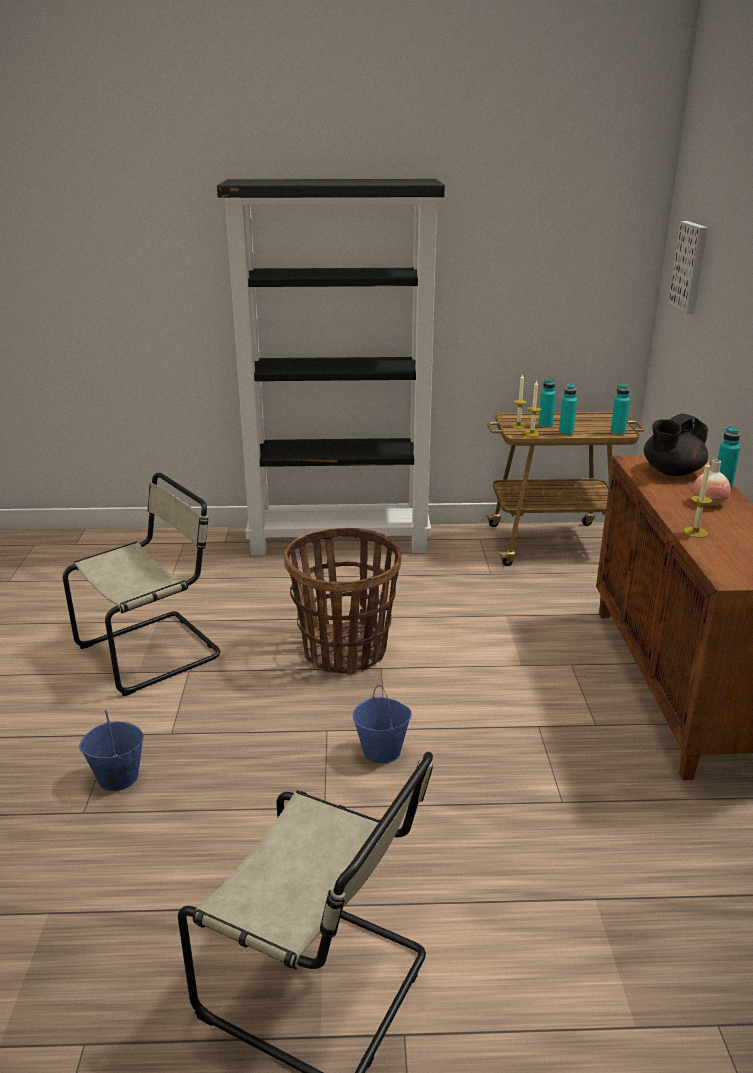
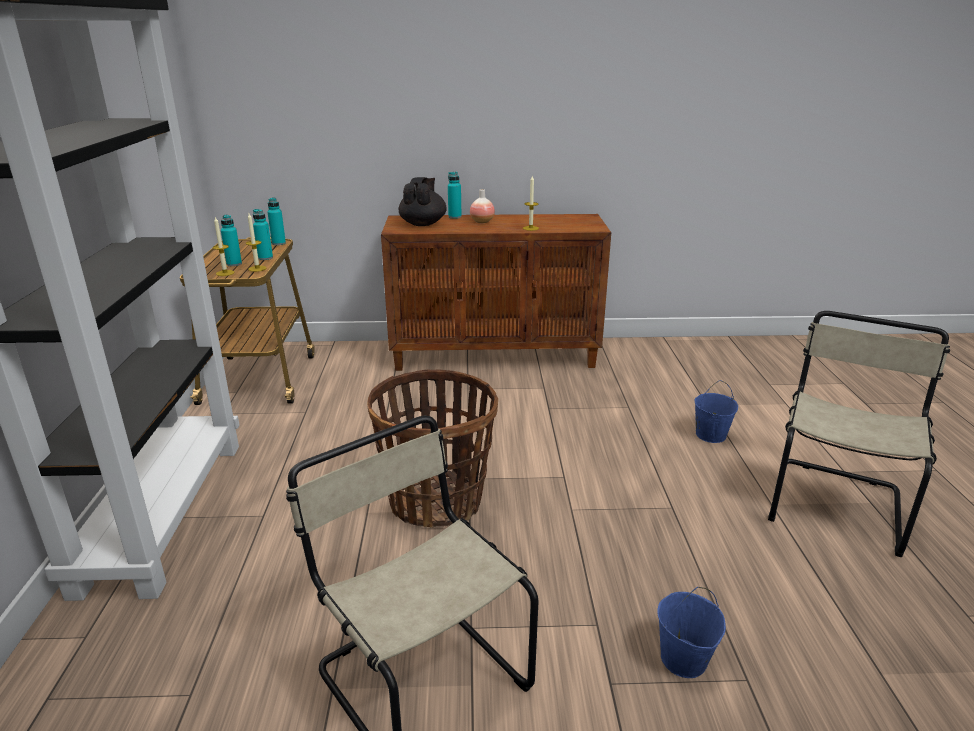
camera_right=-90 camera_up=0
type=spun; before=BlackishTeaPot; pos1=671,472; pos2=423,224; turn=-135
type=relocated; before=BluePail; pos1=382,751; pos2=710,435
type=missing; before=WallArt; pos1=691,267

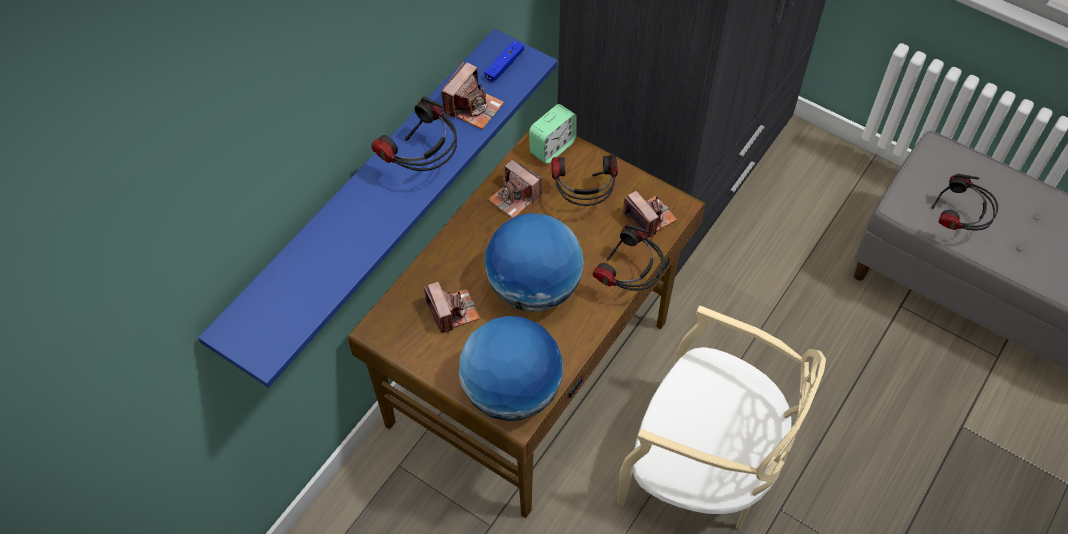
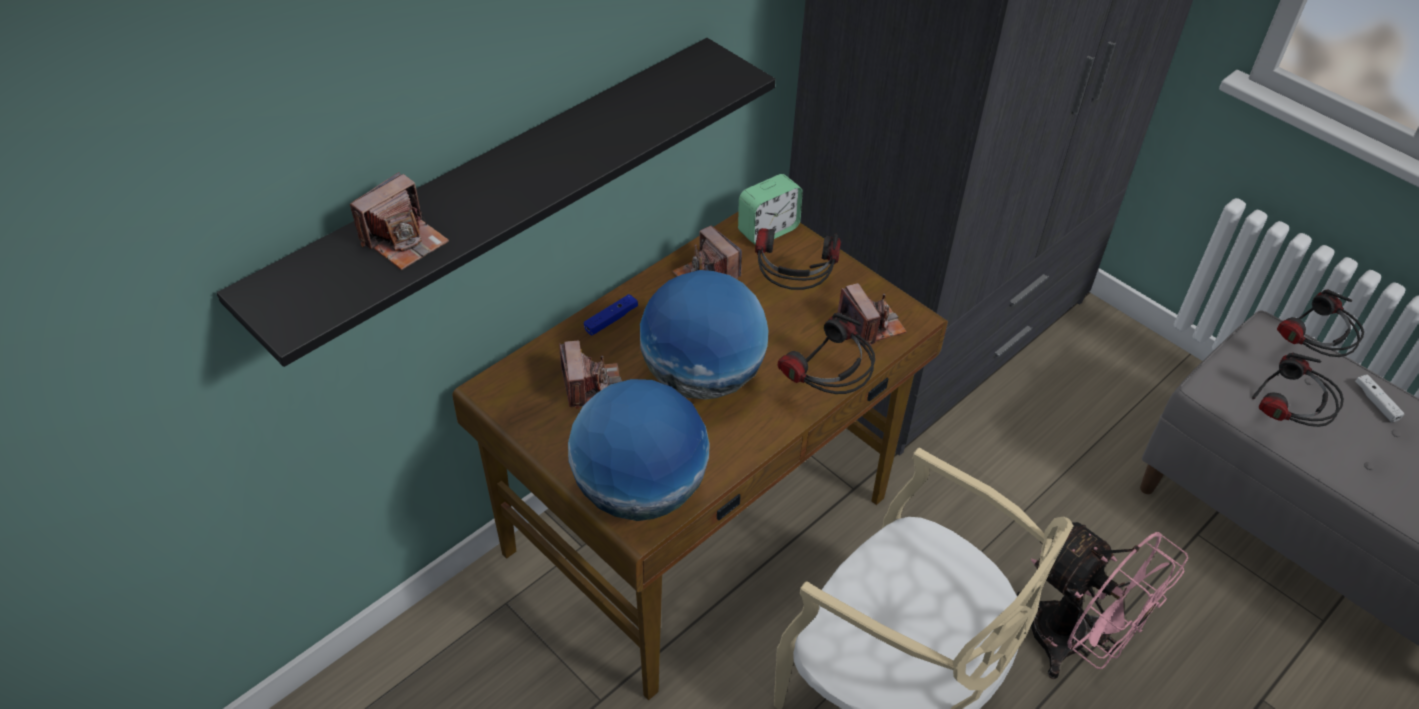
camera_right=10 camera_up=-10
type=colour; before=BlueBracketShelf; after=BlackishBracketShelf; pos1=364,194; pos2=496,193
type=relocated; before=StillCamera; pos1=473,107; pos2=404,241
type=relocated; before=BlueGamepad; pos1=504,65; pos2=611,320
type=appeared; after=PinkishFan; pos2=1072,644
type=relocated; before=Headphones; pos1=422,165; pos2=1306,355
type=appeared; after=WhiteColouredGamepad; pos2=1376,402

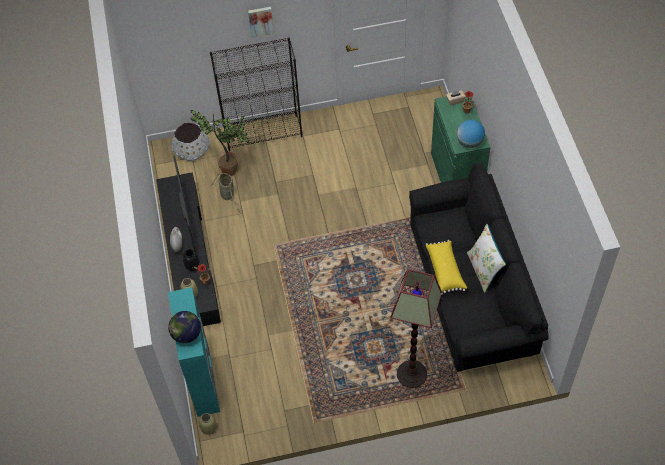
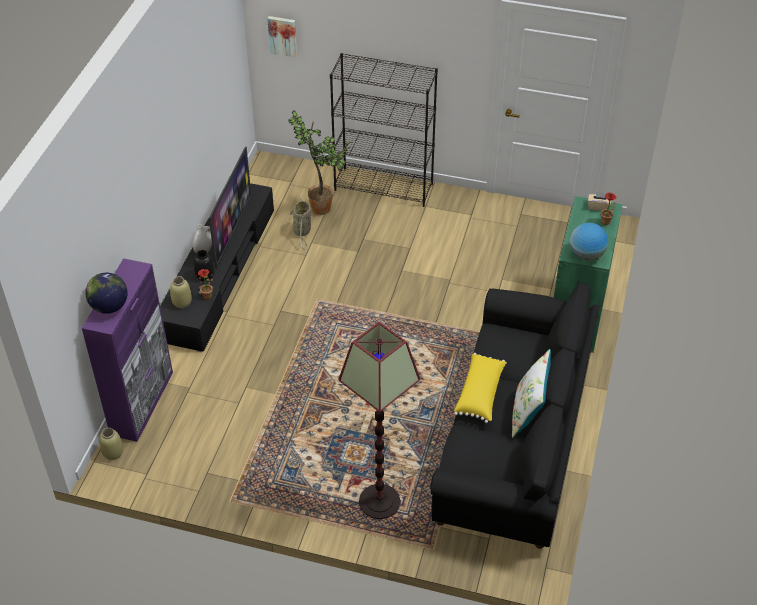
camera_right=25 camera_up=-10
type=colour; before=TurquoiseColouredCupboard; after=PurplishCupboard; pos1=203,381; pos2=142,403
type=relocated; before=WallArt; pos1=260,21; pos2=283,35
type=missing; before=WhiteColouredFlowerPot; pos1=191,148

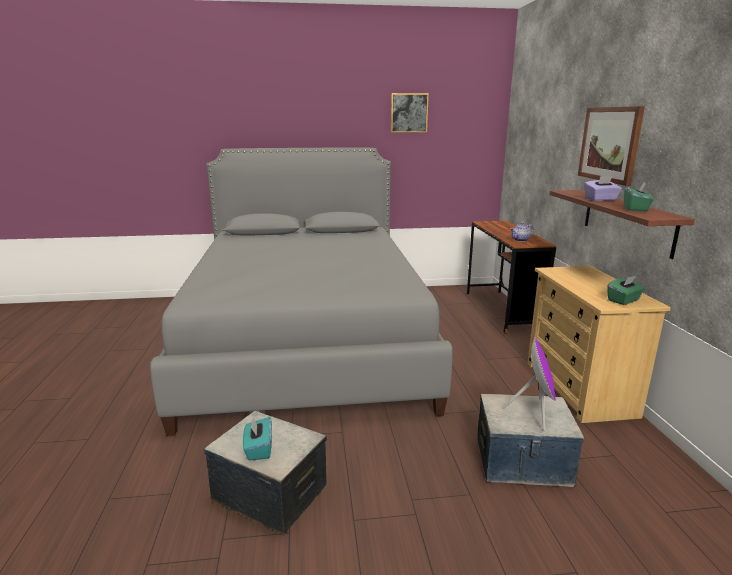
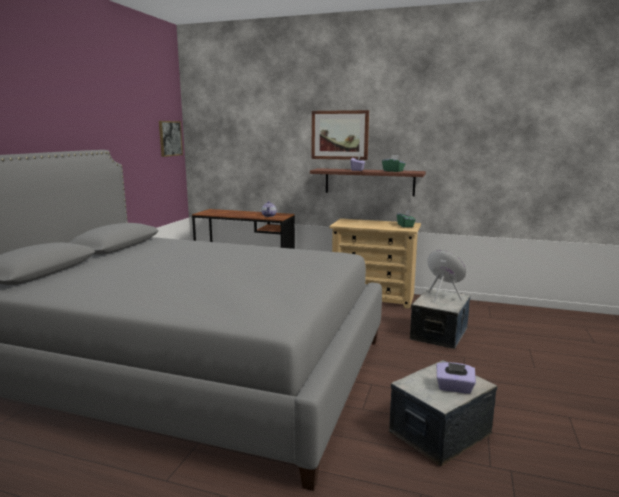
camera_right=-65 camera_up=-5
type=relocated; before=WallArt; pos1=409,113; pos2=170,138
type=colour; before=TurquoiseColouredTissueHolder; after=PurplishTissueHolder; pos1=258,449; pos2=454,388

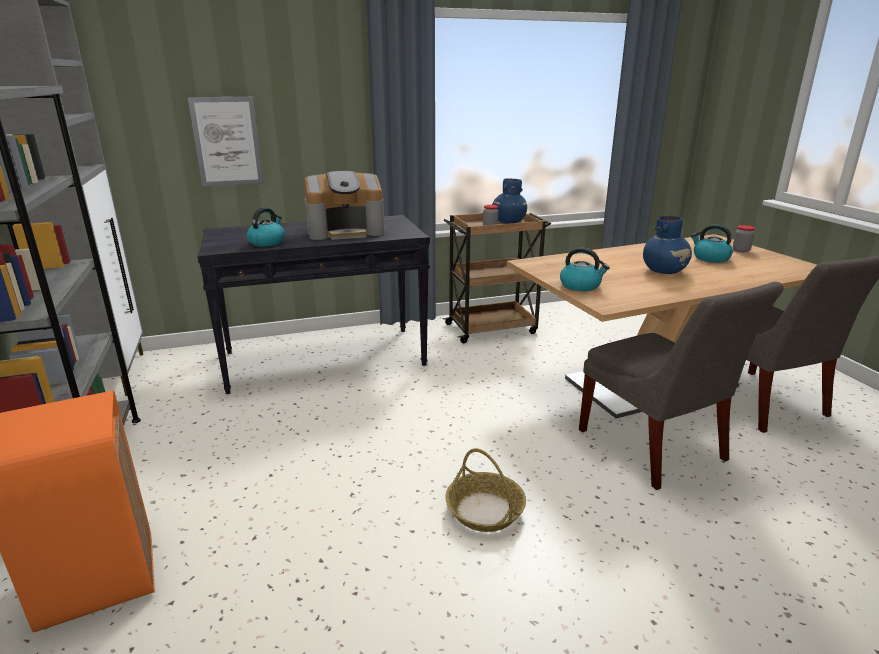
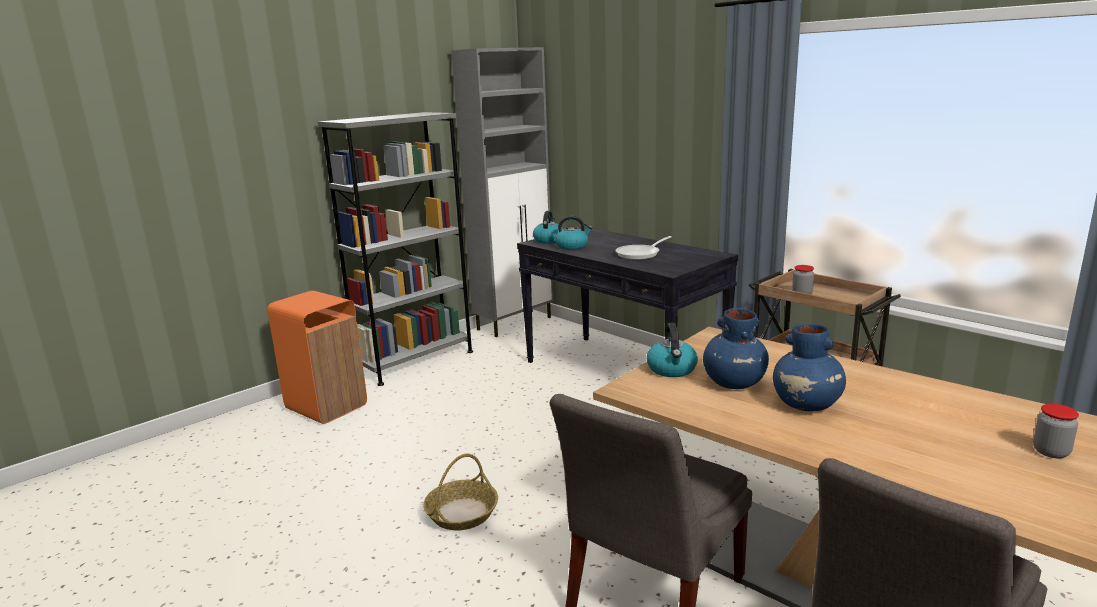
camera_right=65 camera_up=-5
type=relocated; before=TeaKettle; pos1=710,258; pos2=548,240
type=exchanged; before=CoffeeBrewer; after=FryingPan; pos1=346,231; pos2=640,254
type=relocated; before=BlueFlowerVase; pos1=508,222; pos2=733,383
type=missing; before=WallArt; pos1=227,142

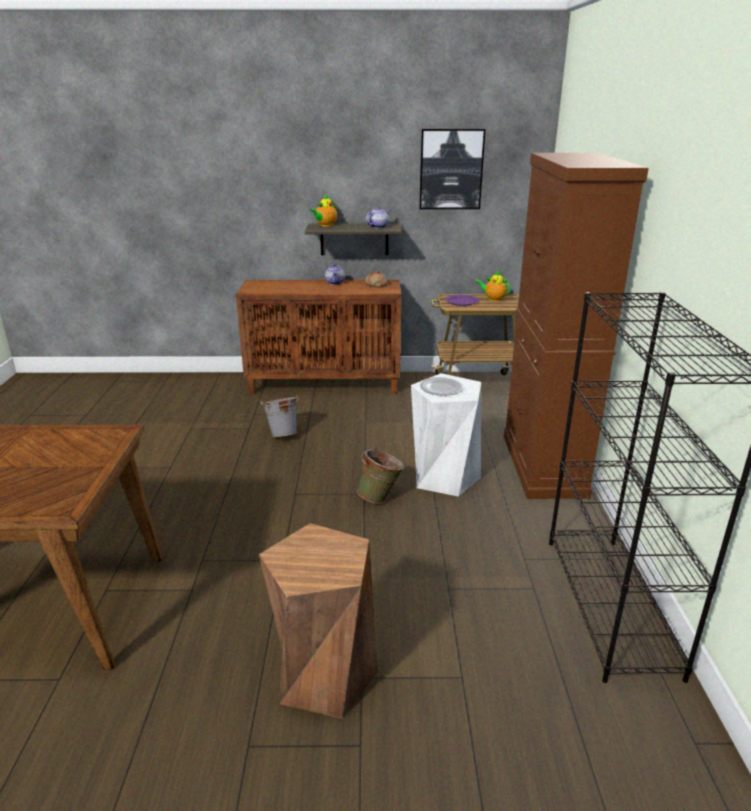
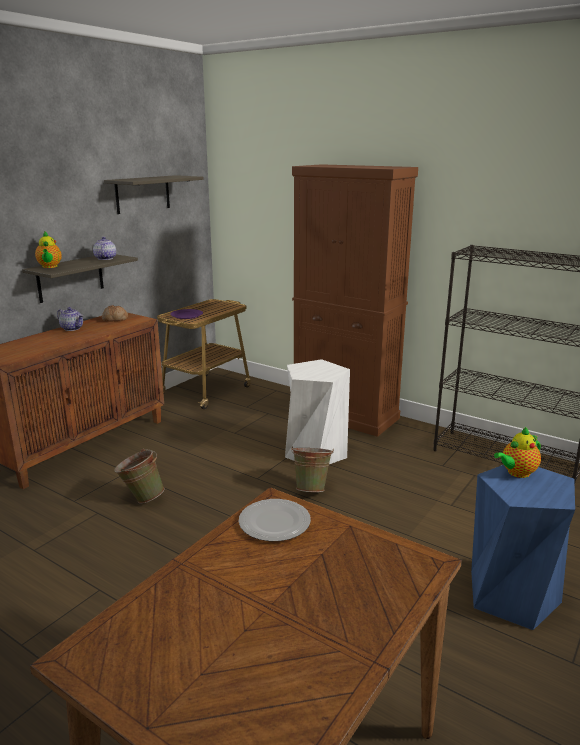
camera_right=-55 camera_up=-5
type=exchanged; before=WallArt; after=BracketShelf; pos1=451,169; pos2=142,194
type=colour; before=GrayPail; after=GreenColouredPail; pos1=282,434; pos2=141,498
type=relocated; before=Plate; pos1=441,388; pos2=273,522
type=colour; before=BrownColouredStoolSeat; after=BlueStoolSeat; pos1=324,675; pos2=511,595
type=relocated; before=TeaPot; pos1=493,299; pos2=516,473

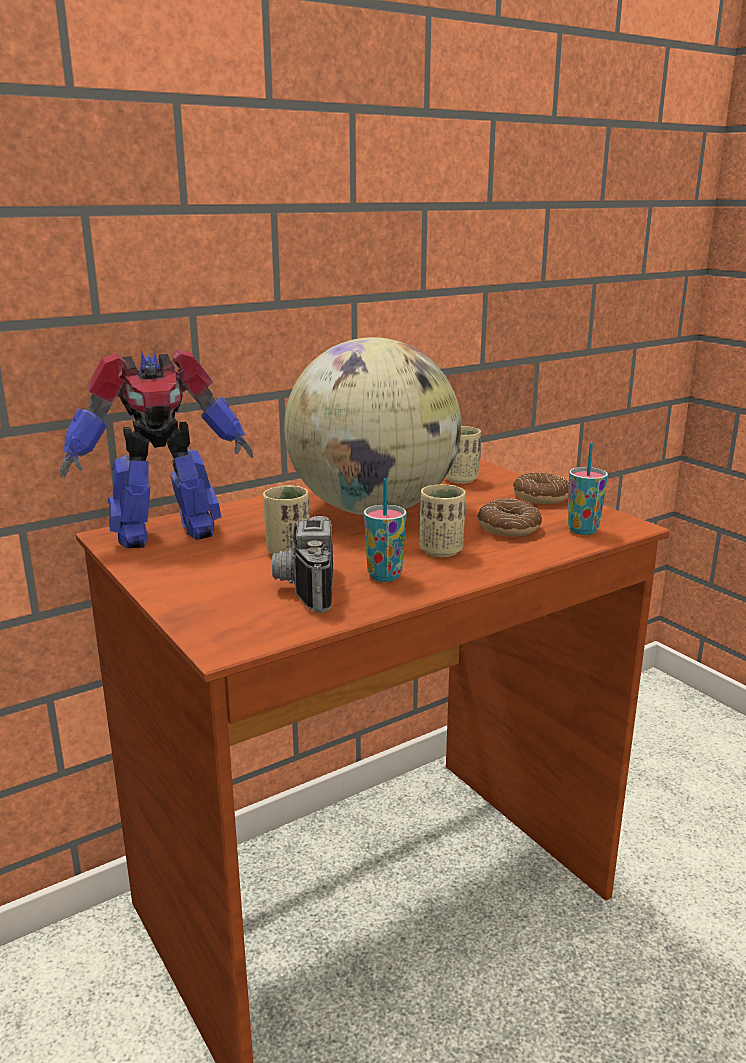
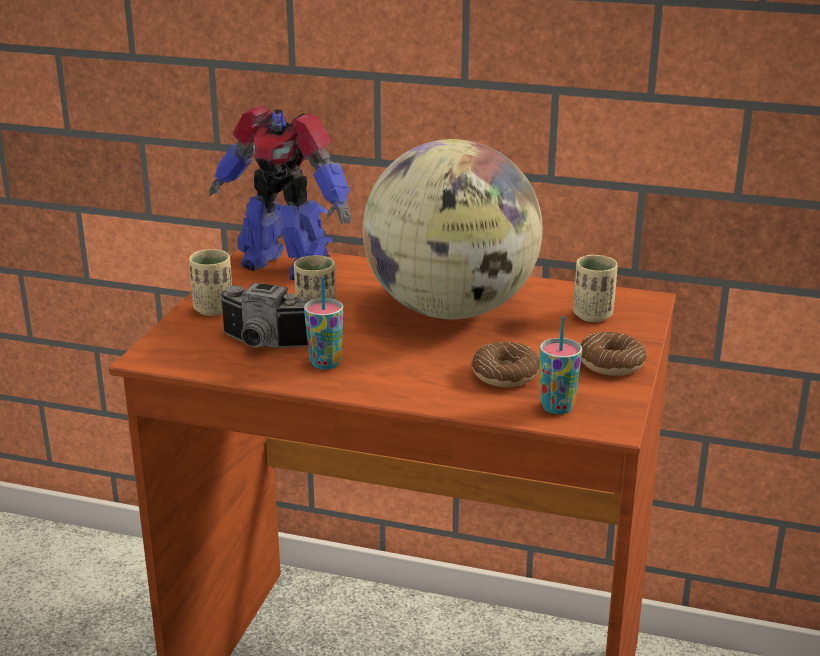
camera_right=50 camera_up=5
type=relocated; before=SandColouredDrinkingCup; pos1=441,551; pos2=213,309
type=spun; before=StillCamera; pos1=303,588; pos2=263,345; turn=-120

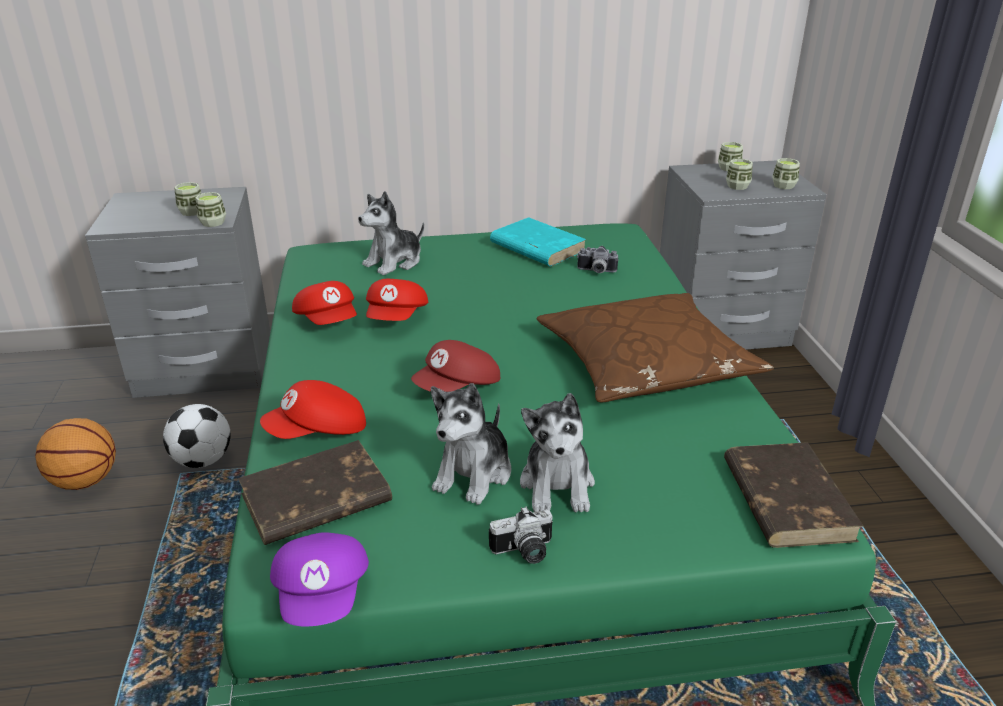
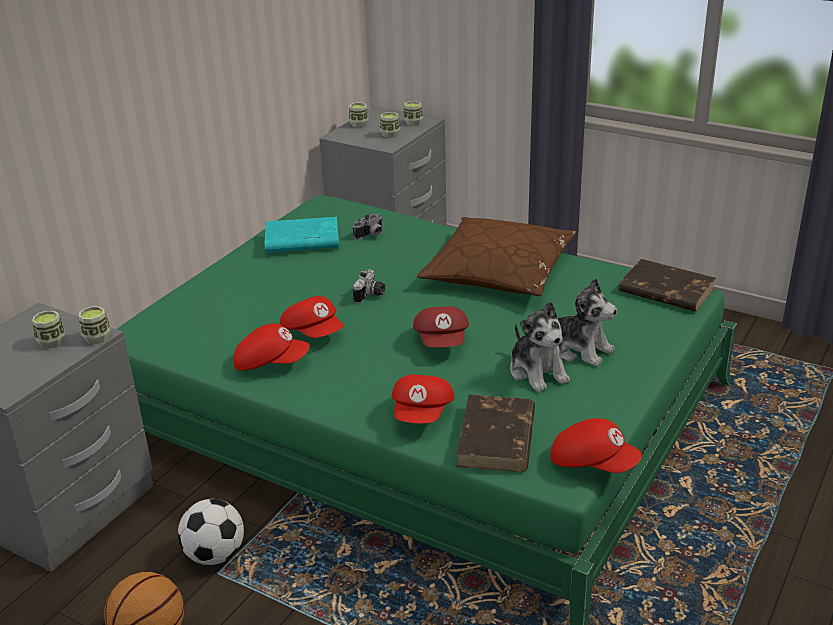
camera_right=-50 camera_up=0
type=relocated; before=StillCamera; pos1=524,552; pos2=371,295
type=colour; before=PurplishCap; after=RedCap; pos1=324,595; pos2=593,463
type=missing; before=CuddlyToy; pos1=394,262

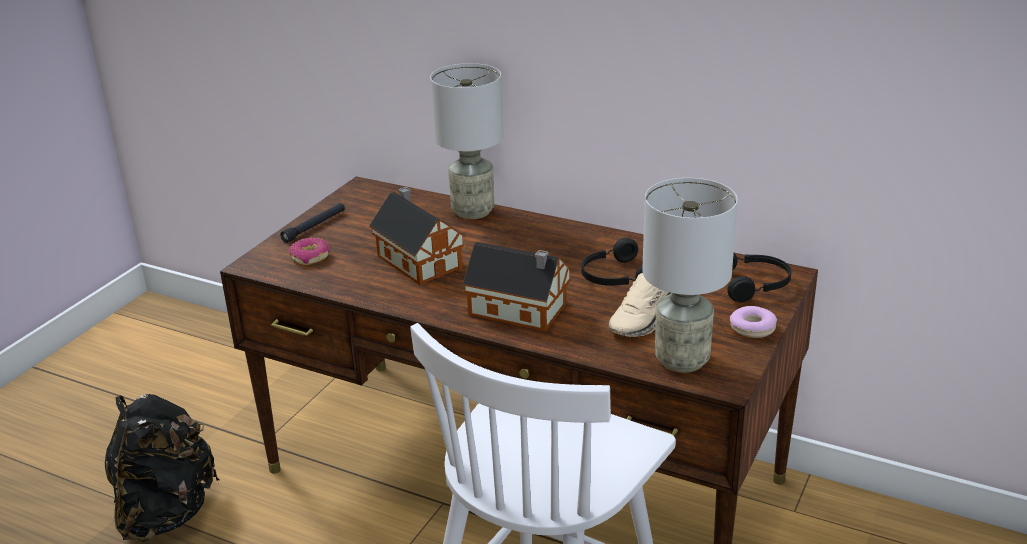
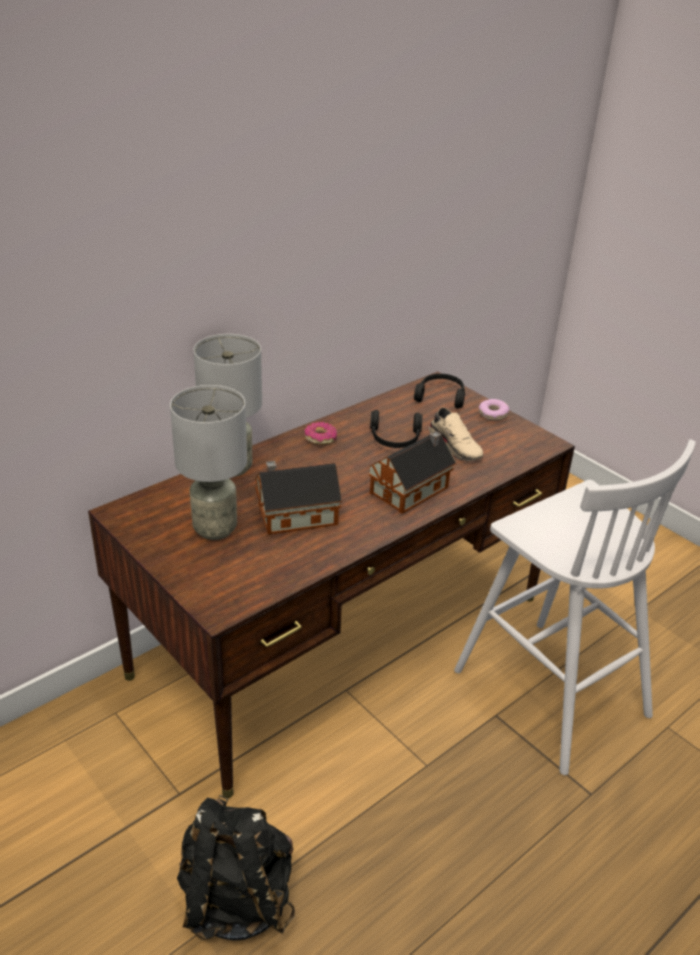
camera_right=-70 camera_up=5
type=relocated; before=GrayTabletopLamp; pos1=681,361; pos2=215,529
type=relocated; before=Donut; pos1=311,257; pos2=320,438
type=missing; before=BlackishTorch; pos1=314,226

